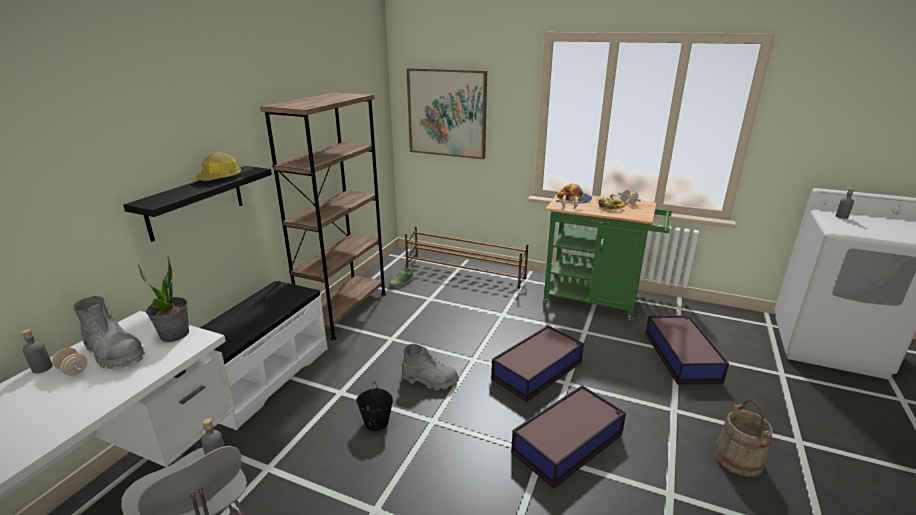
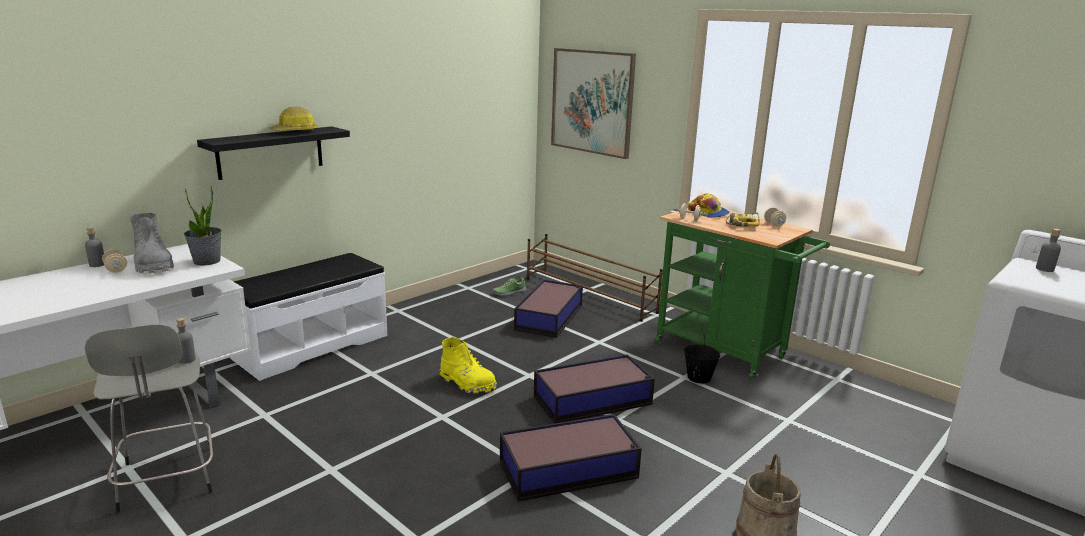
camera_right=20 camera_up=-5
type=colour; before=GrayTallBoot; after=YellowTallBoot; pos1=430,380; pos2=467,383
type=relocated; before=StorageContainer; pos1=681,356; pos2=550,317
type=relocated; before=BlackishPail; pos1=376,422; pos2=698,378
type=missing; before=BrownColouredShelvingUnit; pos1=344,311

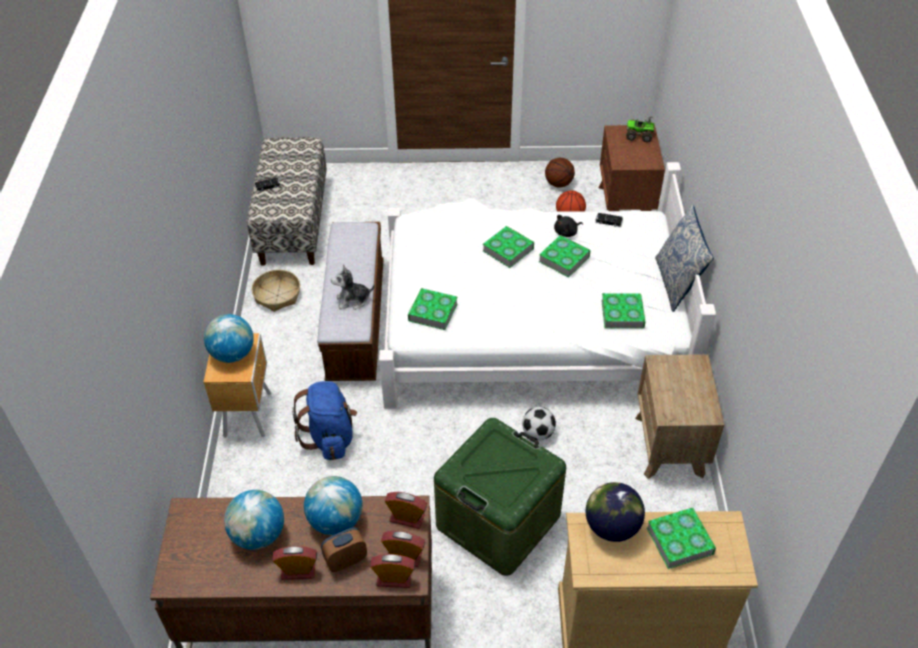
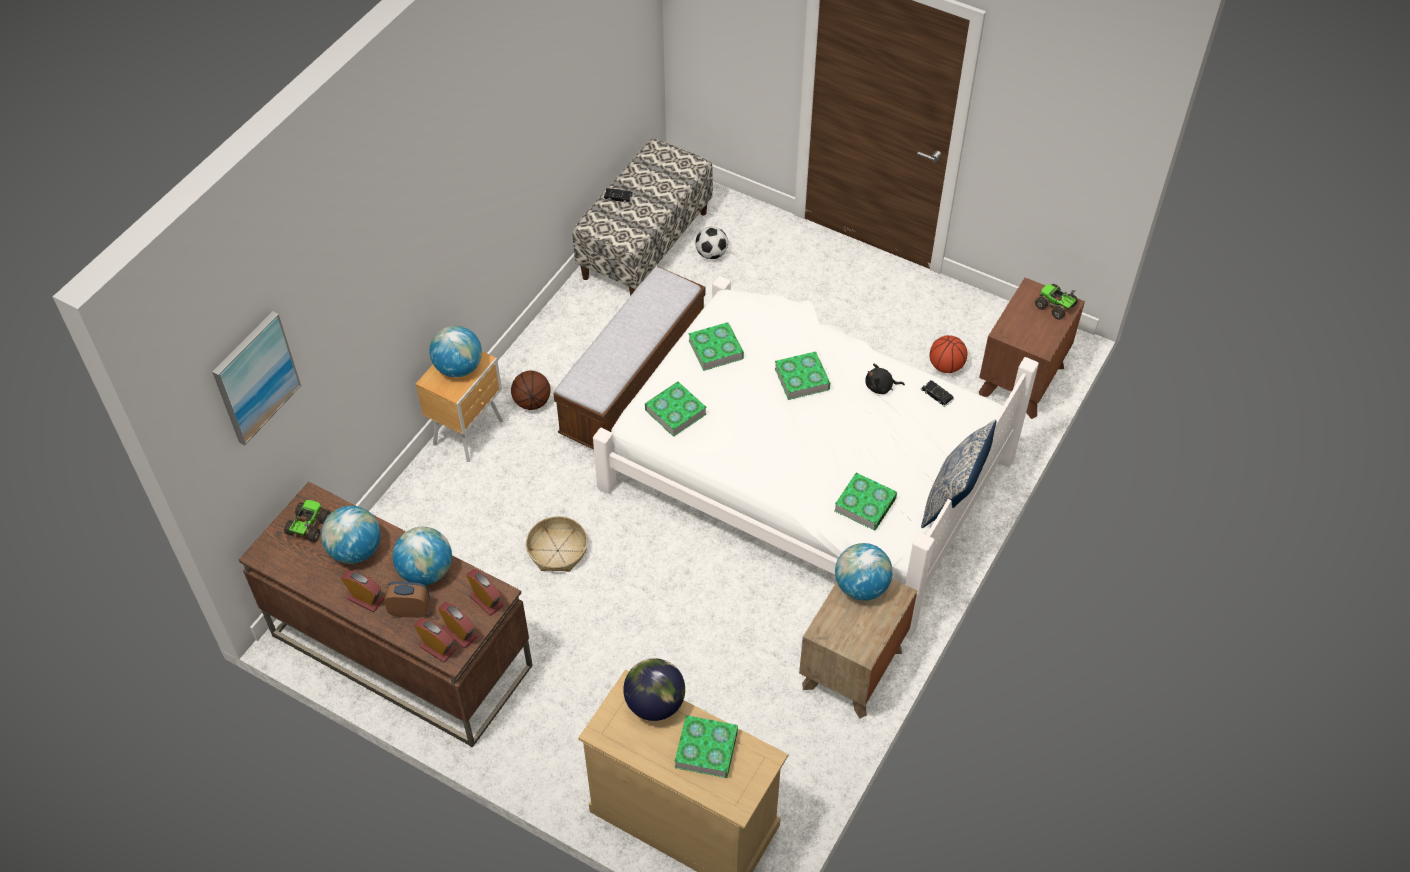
camera_right=30 camera_up=5
type=appeared; after=WallArt; pos2=255,377
type=appeared; after=ModelTruck; pos2=308,527
type=relocated; before=BallForBasketball; pos1=558,183; pos2=532,402
type=relocated; before=StorageBasket; pos1=277,295; pos2=557,550
type=relocated; before=BoundBook; pos1=564,259; pos2=716,350
type=relocated; before=FootballBall; pos1=537,433; pos2=711,254
type=appeared; after=WorldGlobe; pos2=861,587
type=missing; before=BlueKnapsack; pos1=330,437
type=missing; before=CuddlyToy; pos1=353,300
type=missing; before=GreenColouredStorageContainer; pos1=498,520

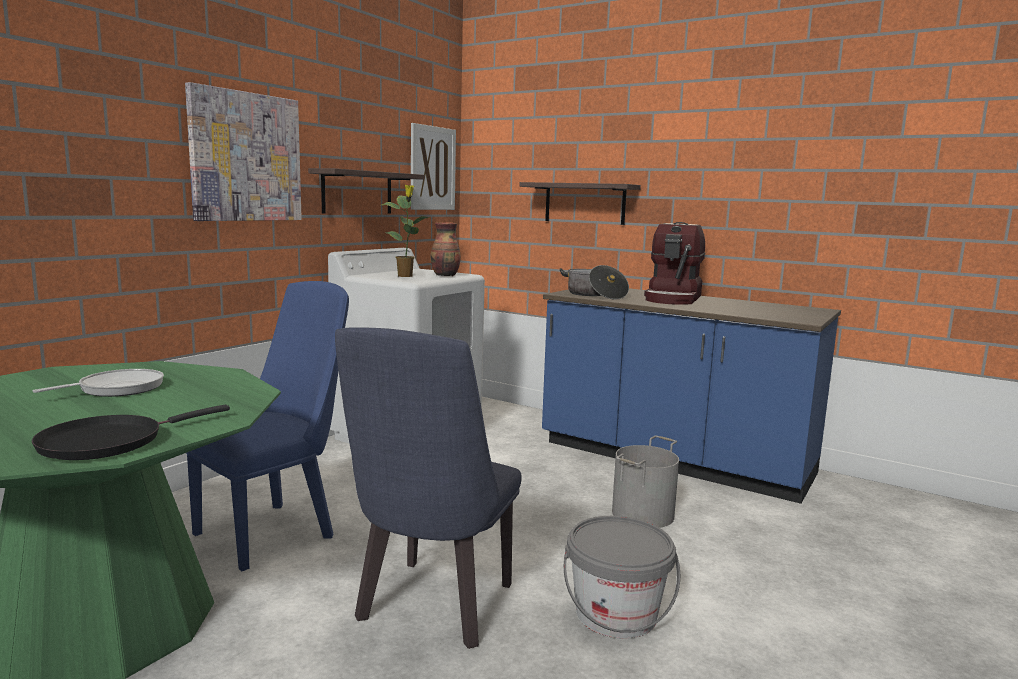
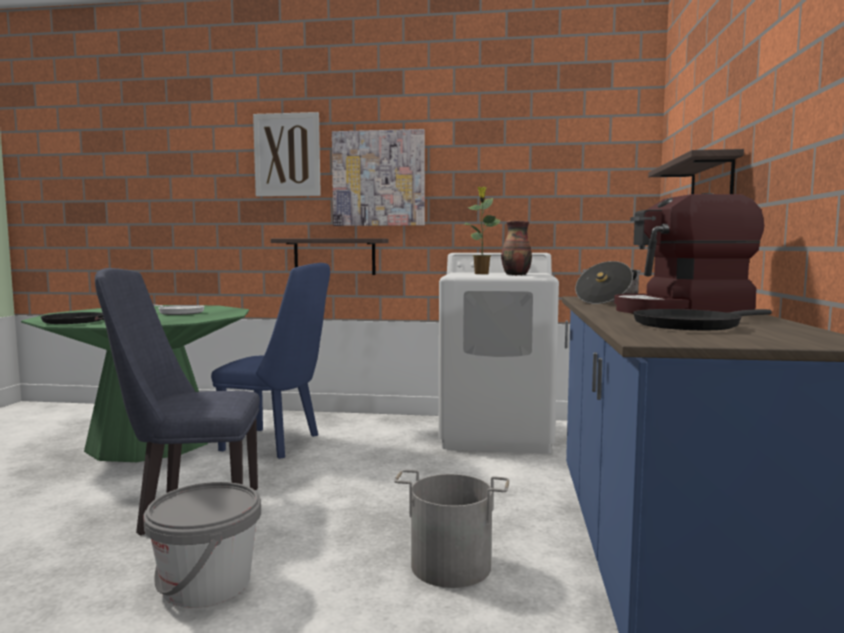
camera_right=65 camera_up=-5
type=relocated; before=WallArt; pos1=432,168; pos2=287,155
type=relocated; before=BracketShelf; pos1=357,192; pos2=334,256
type=appeared; after=BlackishFryingPan; pos2=690,325

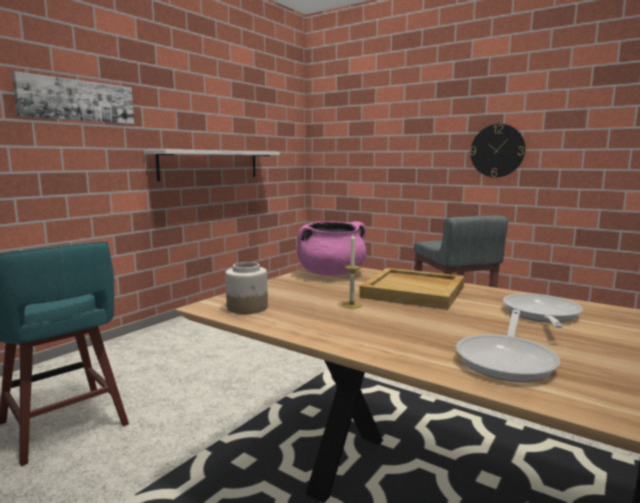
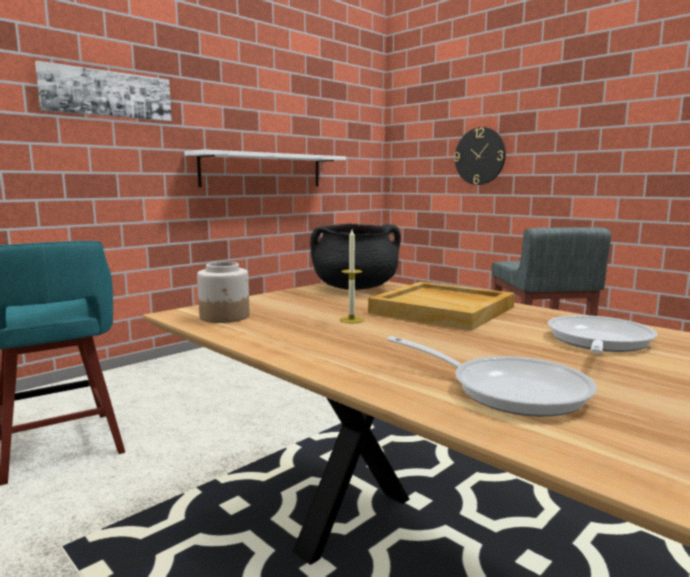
camera_right=10 camera_up=0
type=colour; before=PinkishSaucepot; after=BlackishSaucepot; pos1=331,274; pos2=355,288
type=spun; before=FryingPan; pos1=507,360; pos2=508,390; turn=-90
type=relocated; before=HangingClock; pos1=497,150; pos2=480,156

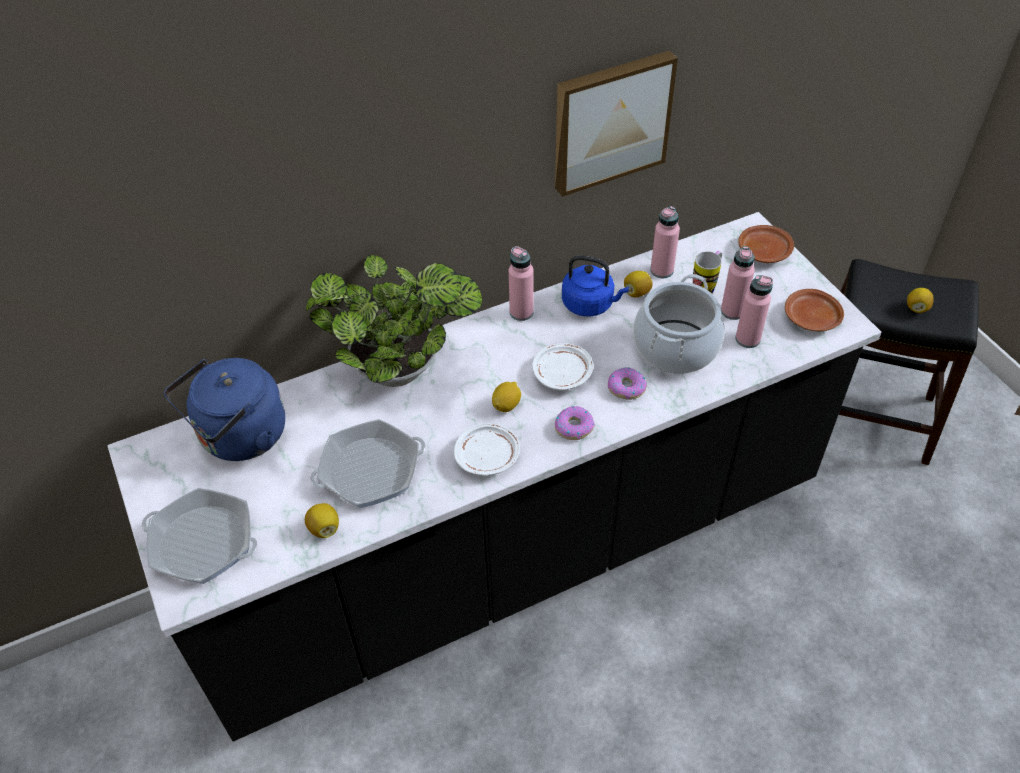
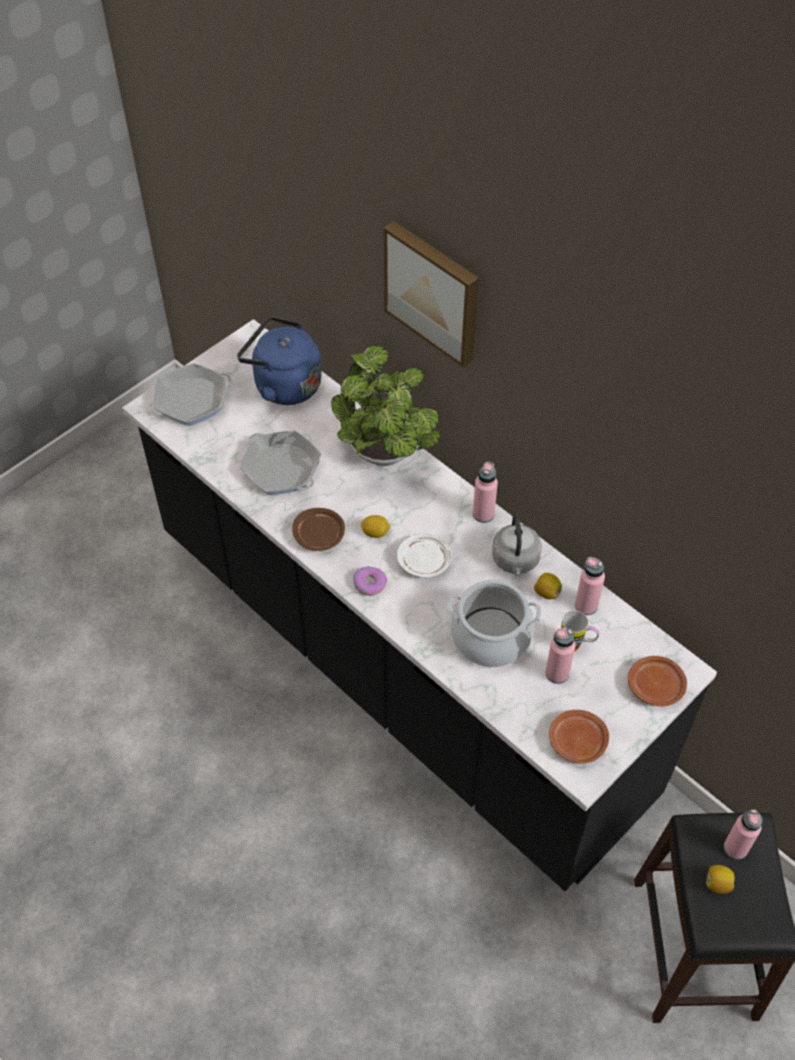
camera_right=70 camera_up=5
type=spun; before=FryingPan; pos1=203,542; pos2=191,400; turn=-120
type=colour; before=WhiteColouredPlate; after=BrownColouredPlate; pos1=487,456; pos2=319,535
type=relocated; before=WallArt; pos1=610,121; pos2=434,291
type=colour; before=BlueTeaKettle; after=GrayTeaKettle; pos1=590,304; pos2=515,561
type=relocated; before=PinkishBottle; pos1=747,339; pos2=735,848
type=missing; before=CitrusFruit; pos1=324,528
type=missing; before=Donut; pos1=626,388

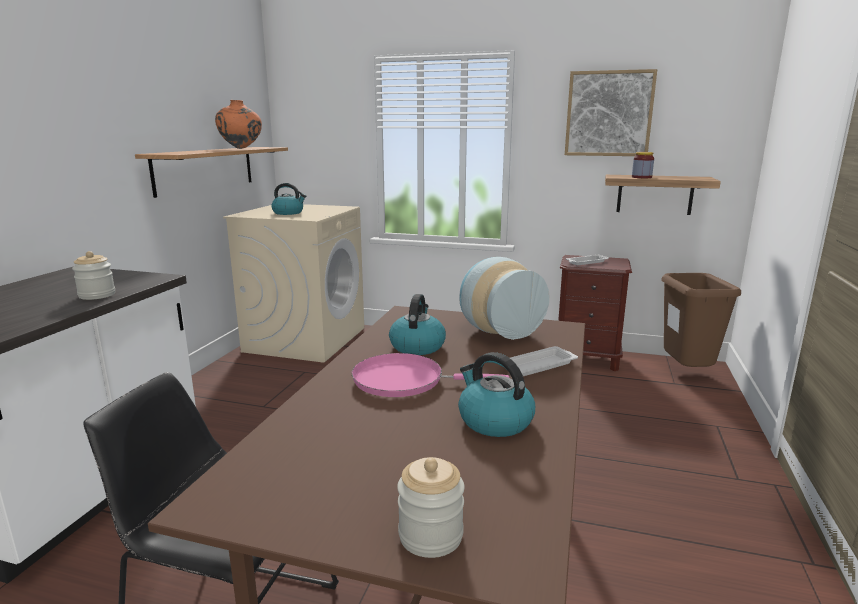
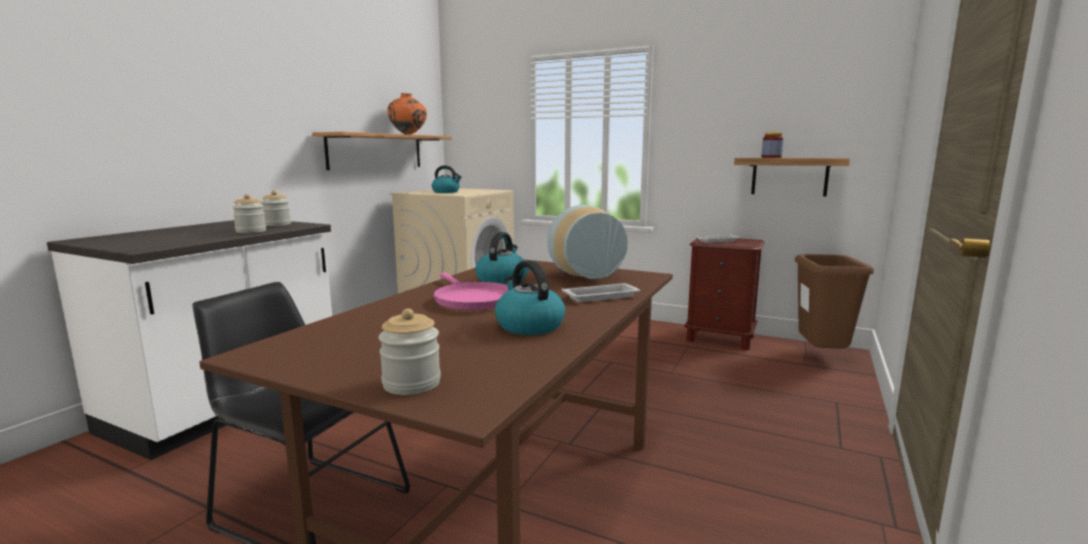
camera_right=10 camera_up=-5
type=appeared; after=StorageJar; pos2=277,224
type=spun; before=PinkishFryingPan; pos1=405,381; pos2=472,299; turn=-135
type=missing; before=WallArt; pos1=608,114

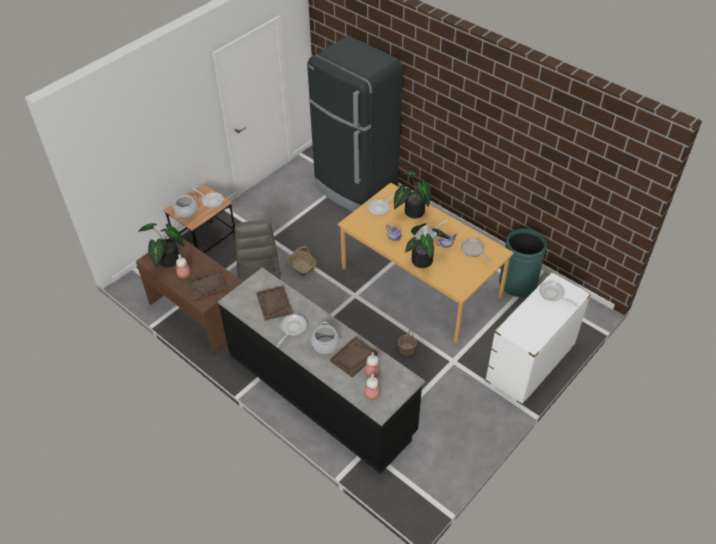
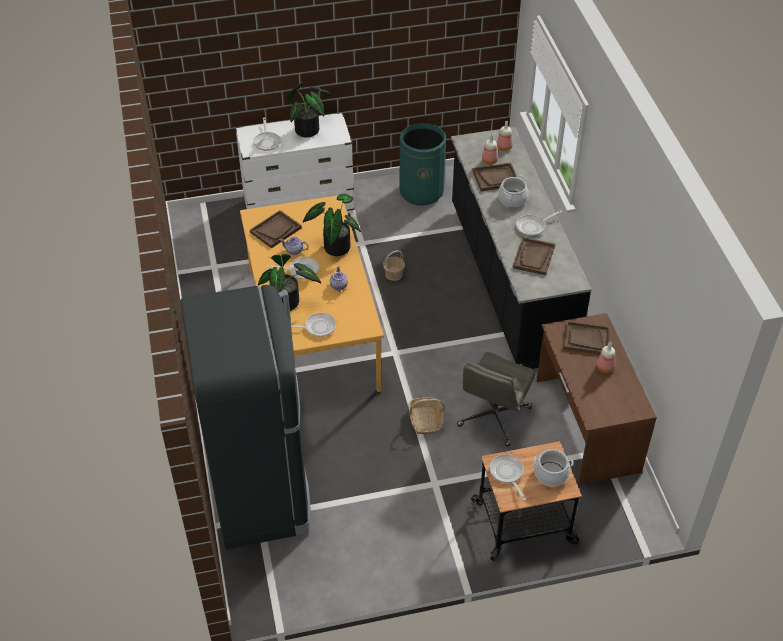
camera_right=-145 camera_up=0
type=exchanged; before=FryingPan; after=BrownColouredTray; pos1=474,251; pos2=275,230
type=relocated; before=PottedPlant; pos1=167,261; pos2=310,129
type=relocated; before=GreenColouredRubbishBin; pos1=517,283; pos2=421,191

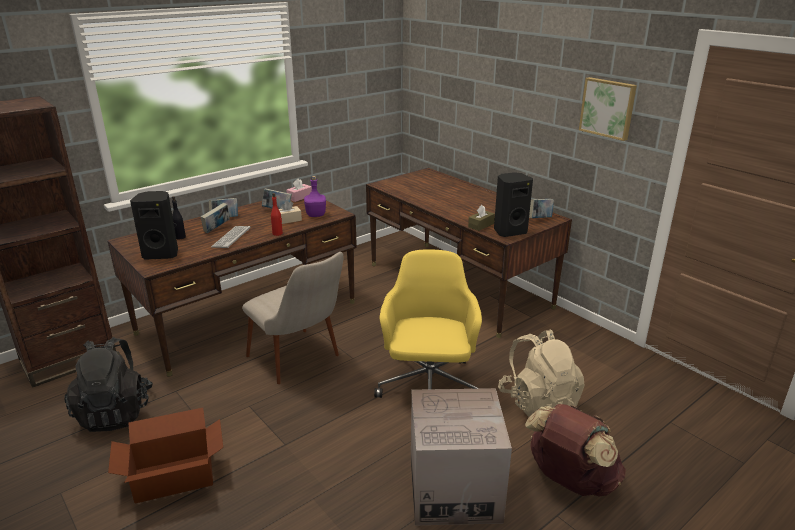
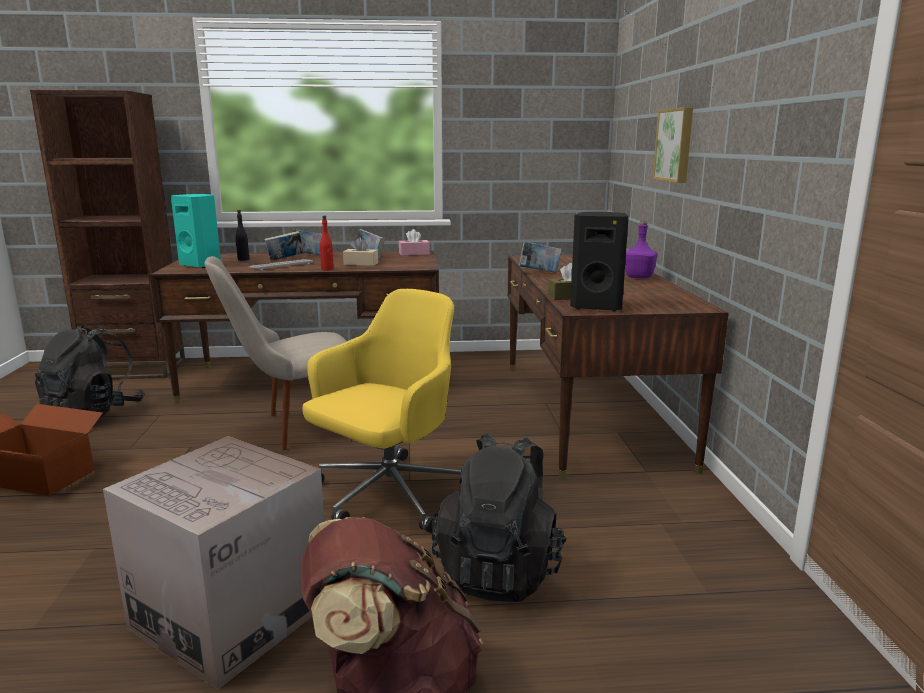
camera_right=35 camera_up=-10
type=colour; before=BlackishAudioSpeaker; after=TurquoiseColouredAudioSpeaker; pos1=162,254; pos2=202,265
type=spun; before=SandColouredUprightChair; pos1=301,362; pos2=296,428; turn=75
type=colour; before=SandColouredKnapsack; after=BlackishKnapsack; pos1=538,403; pos2=500,571
type=relocated; before=BoundBook; pos1=539,219; pos2=539,272
type=relocated; before=PurplishBottle; pos1=316,215; pos2=639,277
type=relocated; before=WallArt; pos1=608,108; pos2=675,145

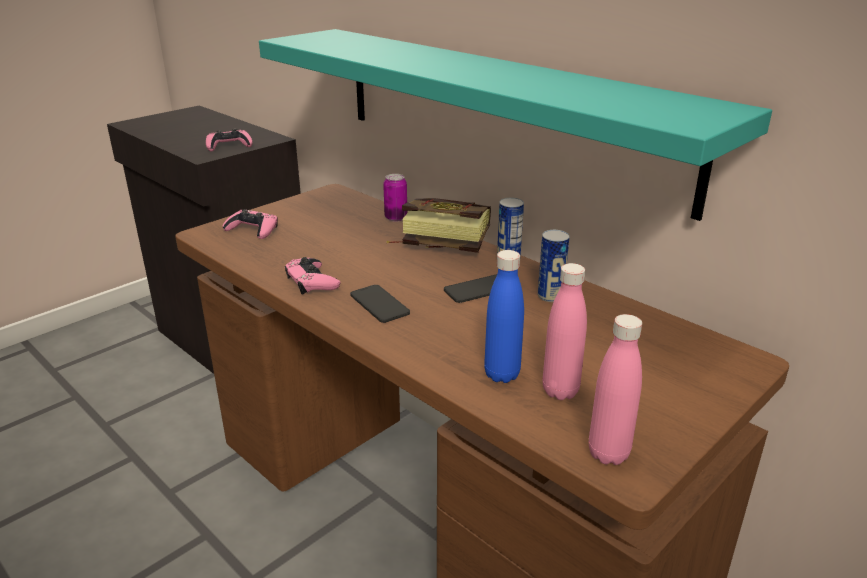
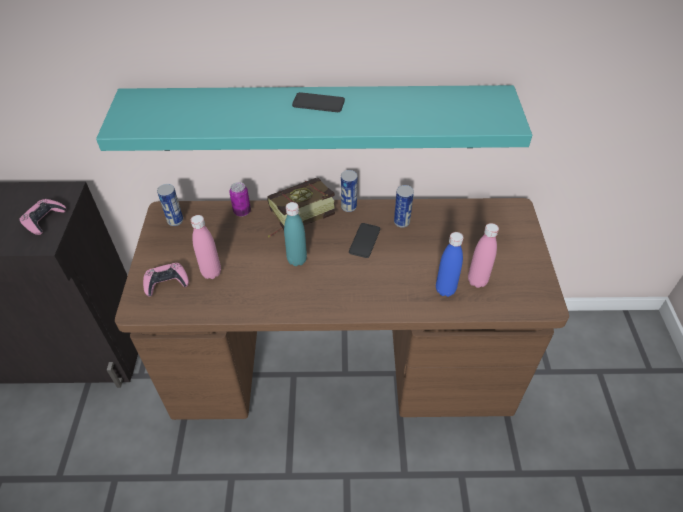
camera_right=-45 camera_up=20
type=appeared; after=MetalCan; pos2=175,220
type=relocated; before=PinkishBottle; pos1=608,453; pos2=211,272
type=appeared; after=TurquoiseColouredBottle; pos2=297,260
type=relocated; before=Handset; pos1=379,304; pos2=318,103
type=missing; before=PinkishGamepad; pos1=312,281

